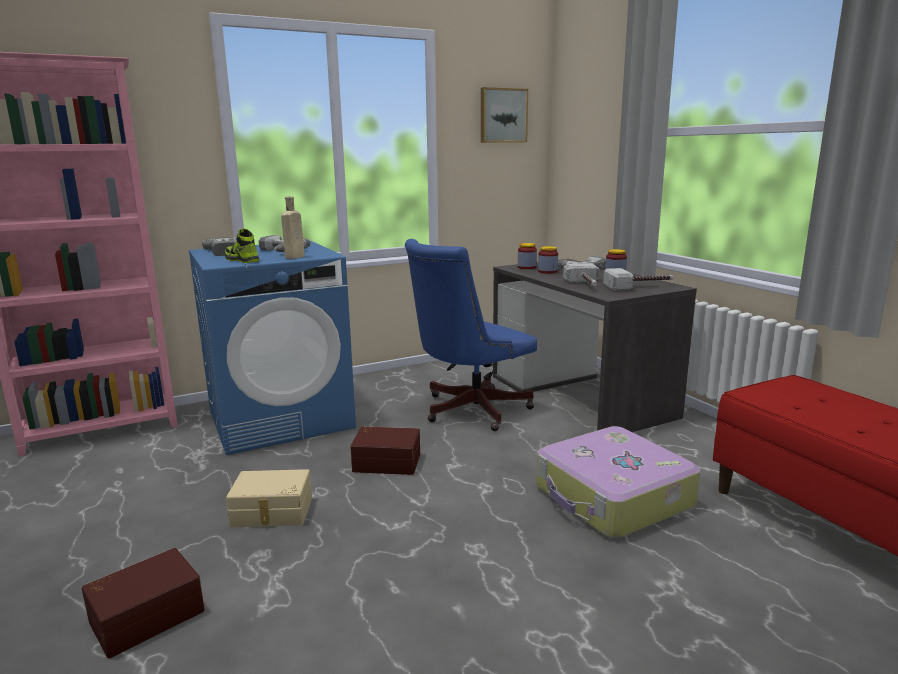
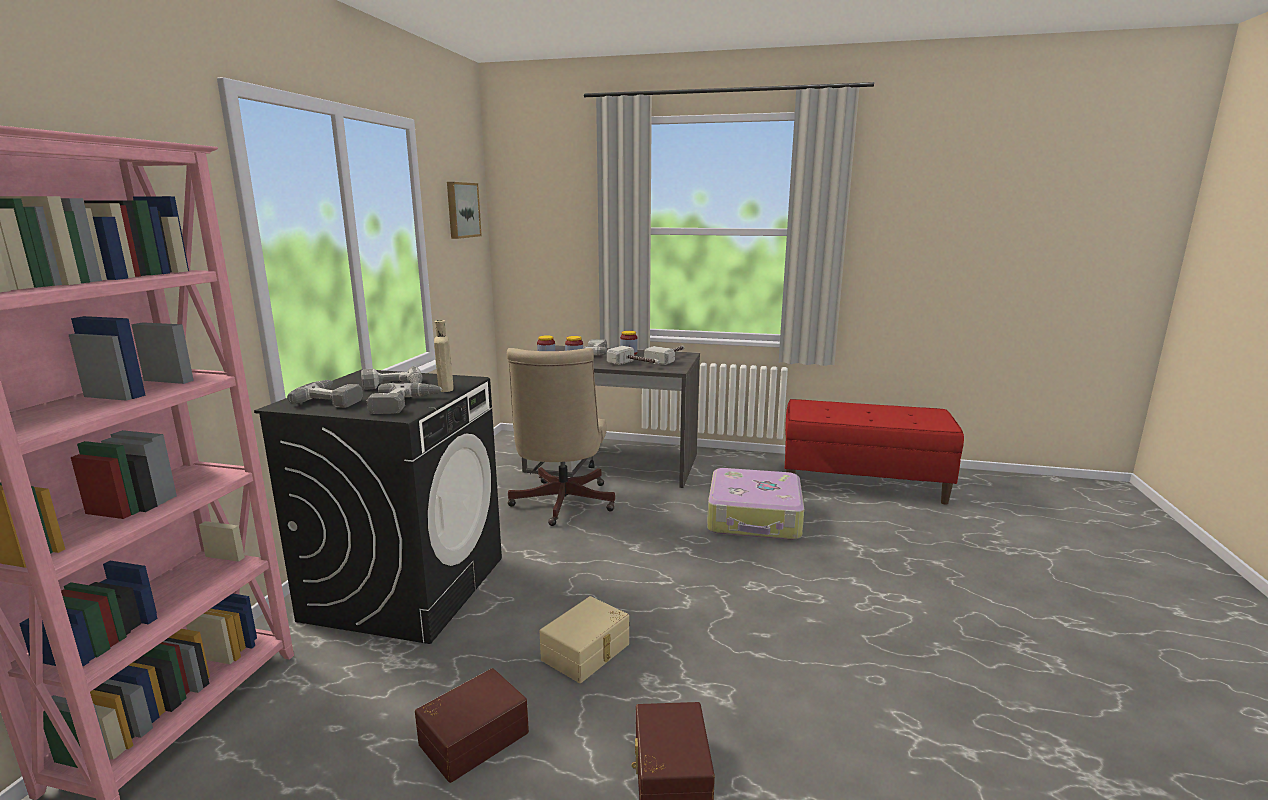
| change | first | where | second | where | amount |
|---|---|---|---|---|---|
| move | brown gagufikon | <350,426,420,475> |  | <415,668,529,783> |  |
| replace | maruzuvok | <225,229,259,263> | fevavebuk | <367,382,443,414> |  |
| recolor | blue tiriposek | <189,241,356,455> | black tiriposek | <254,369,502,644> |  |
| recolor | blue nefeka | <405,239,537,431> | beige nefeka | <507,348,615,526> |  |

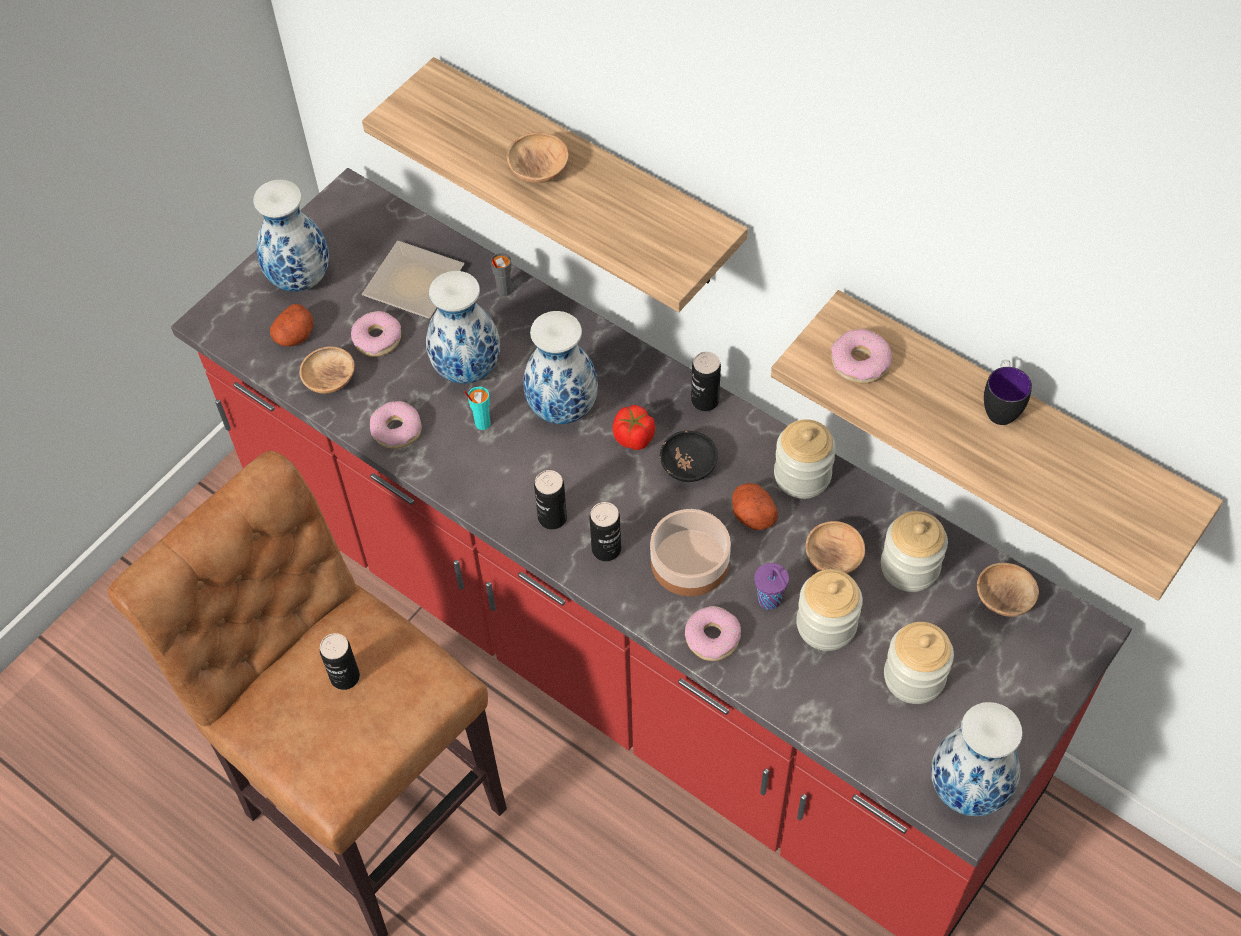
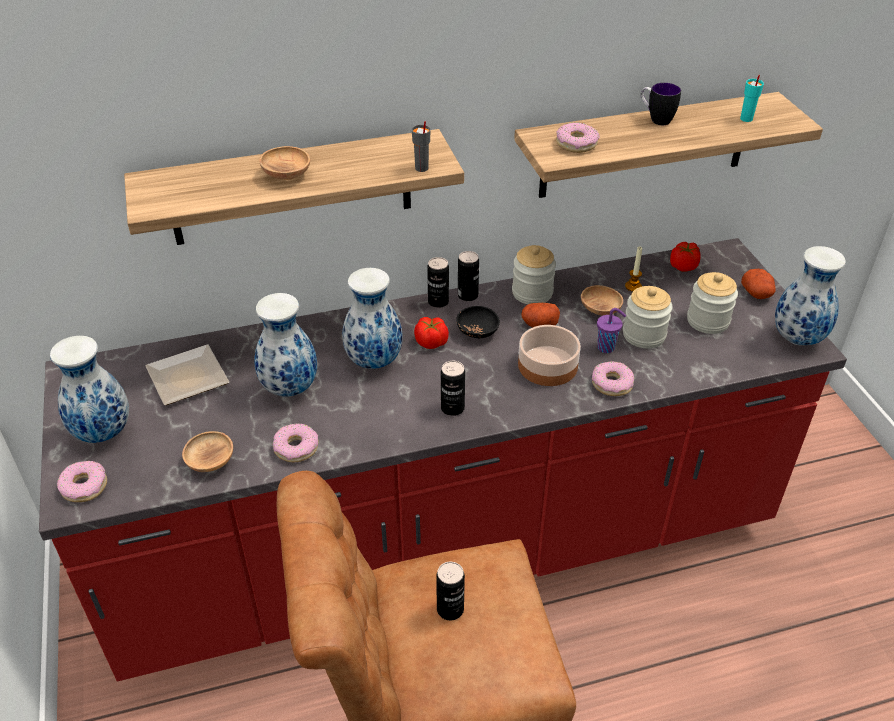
| change | first | where | second | where | amount |
|---|---|---|---|---|---|
| move | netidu | <270,304,313,347> |  | <741,269,776,299> |  |
| move | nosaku | <351,311,401,357> |  | <57,461,107,502> |  |
| move | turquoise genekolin | <464,387,491,430> |  | <740,75,764,122> |  |
| move | grey genekolin | <490,253,512,297> |  | <412,121,431,172> |  |
| move | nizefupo | <590,502,621,561> |  | <458,251,479,301> |  |
| replace | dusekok | <881,511,948,592> | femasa | <625,246,642,292> |  |
| replace | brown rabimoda | <977,563,1039,617> | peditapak | <670,242,701,272> |  |

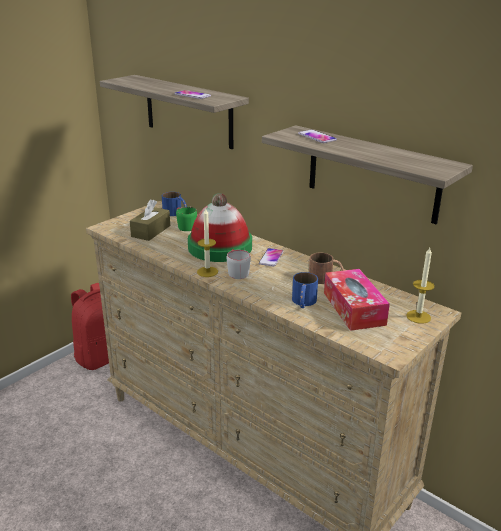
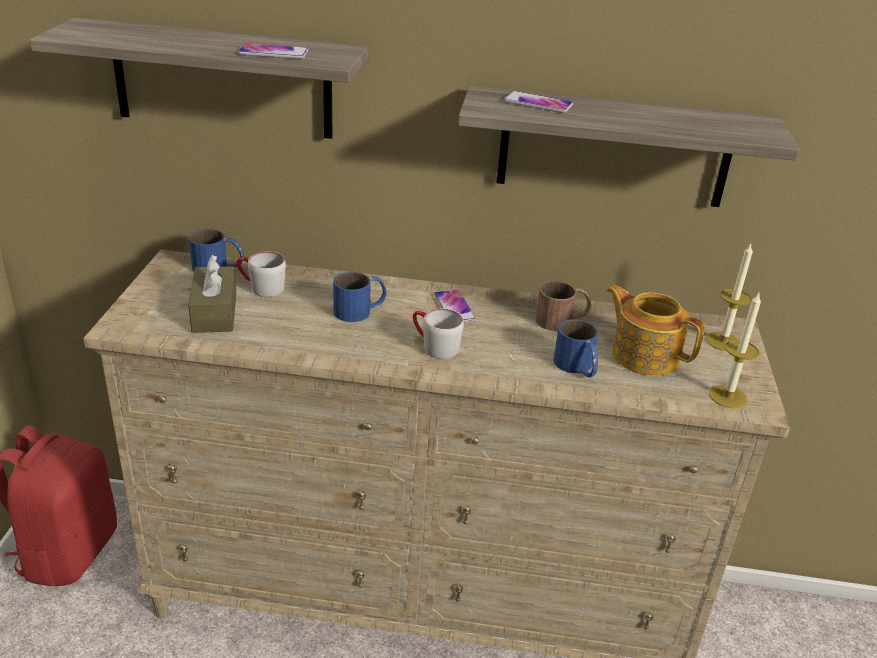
| change | first | where | second | where | amount |
|---|---|---|---|---|---|
| move | femasa | <197,209,218,277> |  | <709,293,761,409> |  |
| replace | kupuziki | <188,193,252,262> | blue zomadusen | <333,272,387,322> |  |
| replace | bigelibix | <324,269,390,331> | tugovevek | <606,285,705,376> |  |
| recolor | green zomadusen | <176,207,197,231> | grey zomadusen | <236,252,286,297> |  |

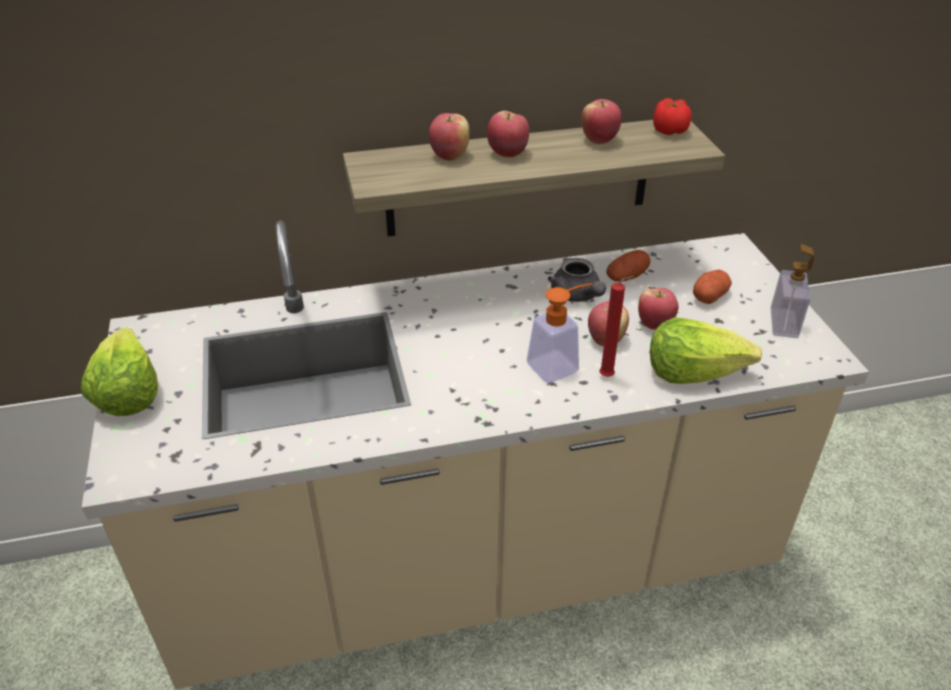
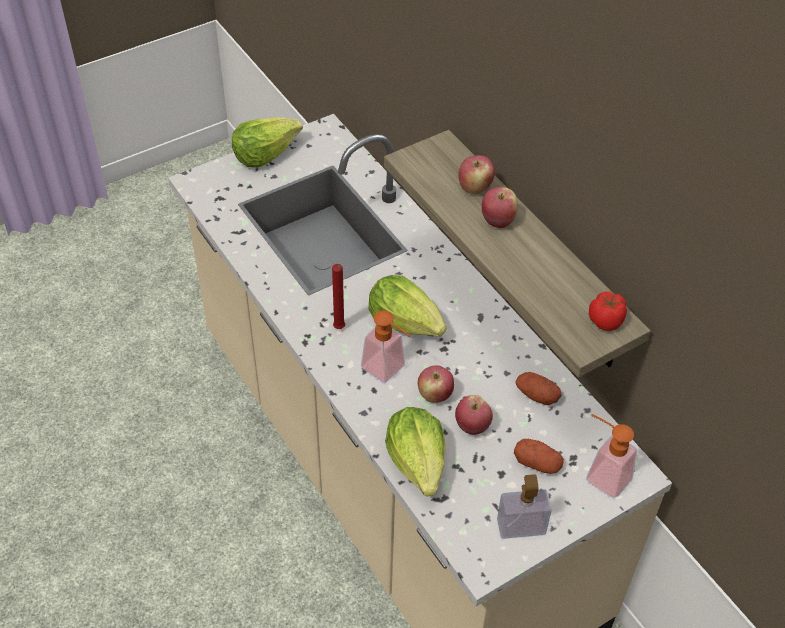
| change | first | where | second | where | amount |
|---|---|---|---|---|---|
| delete | grey tugovevek | <548,258,606,302> |  |  |  |
| delete | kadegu | <582,99,621,144> |  |  |  |
| insert |  |  | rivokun | <368,275,447,337> |  |
| insert |  |  | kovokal | <586,414,637,498> |  |
| move | red femasa | <599,276,634,377> |  | <332,264,345,329> |  |

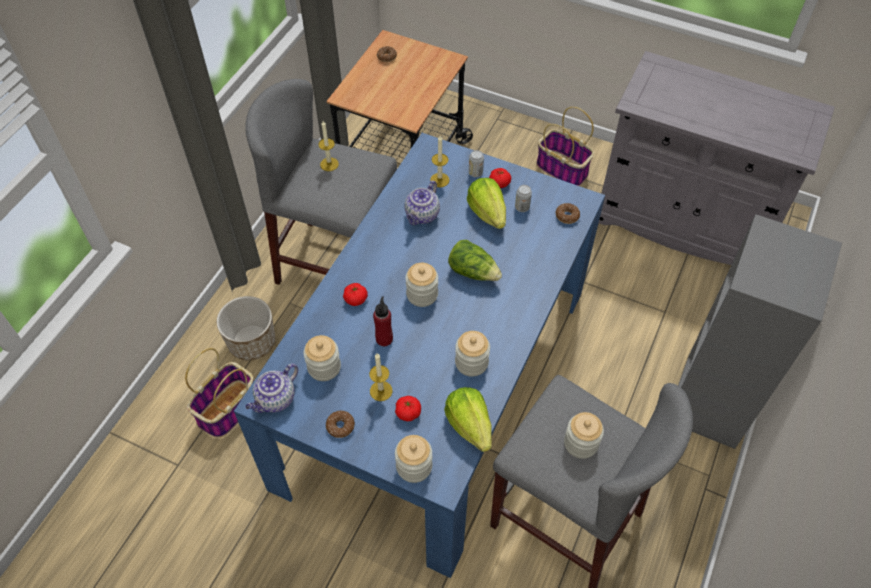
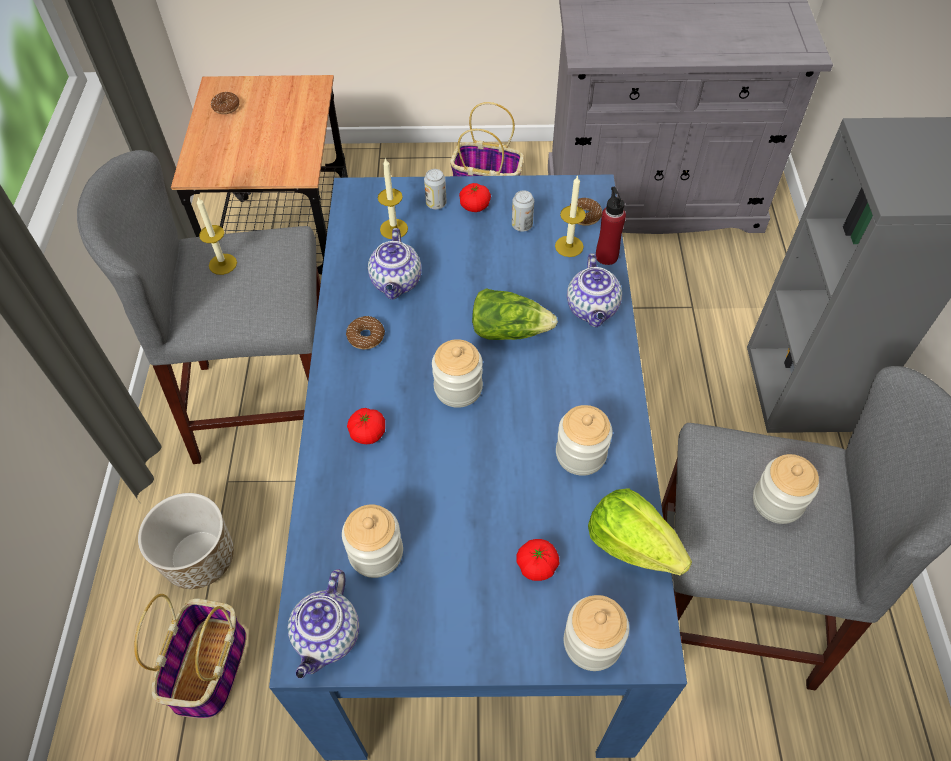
| change | first | where | second | where | amount |
|---|---|---|---|---|---|
| delete | rivokun | <467,178,506,229> |  |  |  |
| insert |  |  | tugovevek | <567,253,622,327> |  |
| move | nosaku | <326,411,355,438> |  | <346,316,385,349> |  |
| move | femasa | <369,353,393,401> |  | <555,175,586,257> |  |
| move | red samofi | <373,297,393,346> |  | <596,187,626,265> |  |

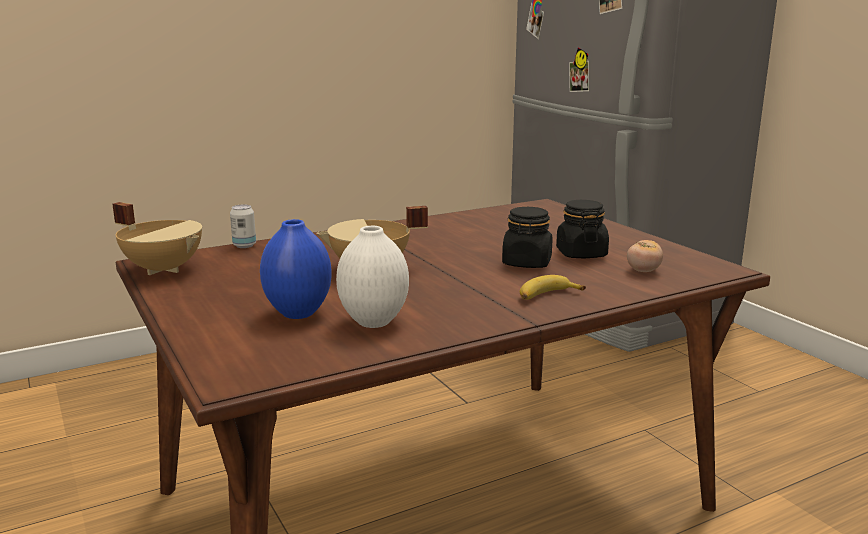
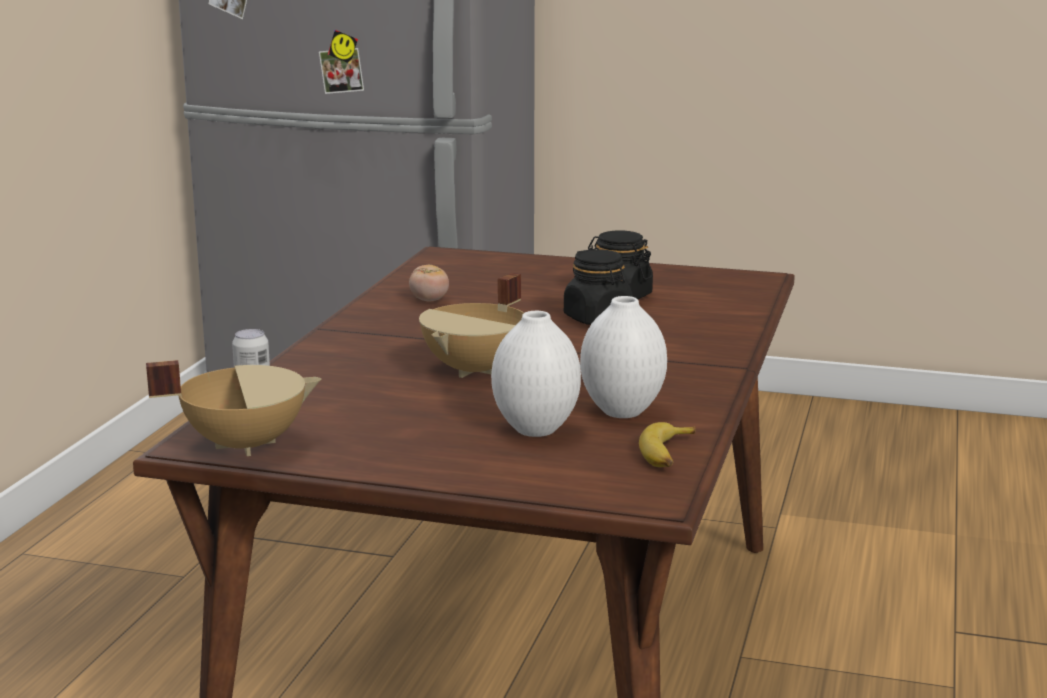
| change | first | where | second | where | amount |
|---|---|---|---|---|---|
| move | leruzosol | <520,275,586,300> |  | <639,422,696,467> |  |
| move | peditapak | <627,240,663,272> |  | <409,265,449,302> |  |
| recolor | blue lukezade | <260,219,332,319> | white lukezade | <491,311,581,437> |  |

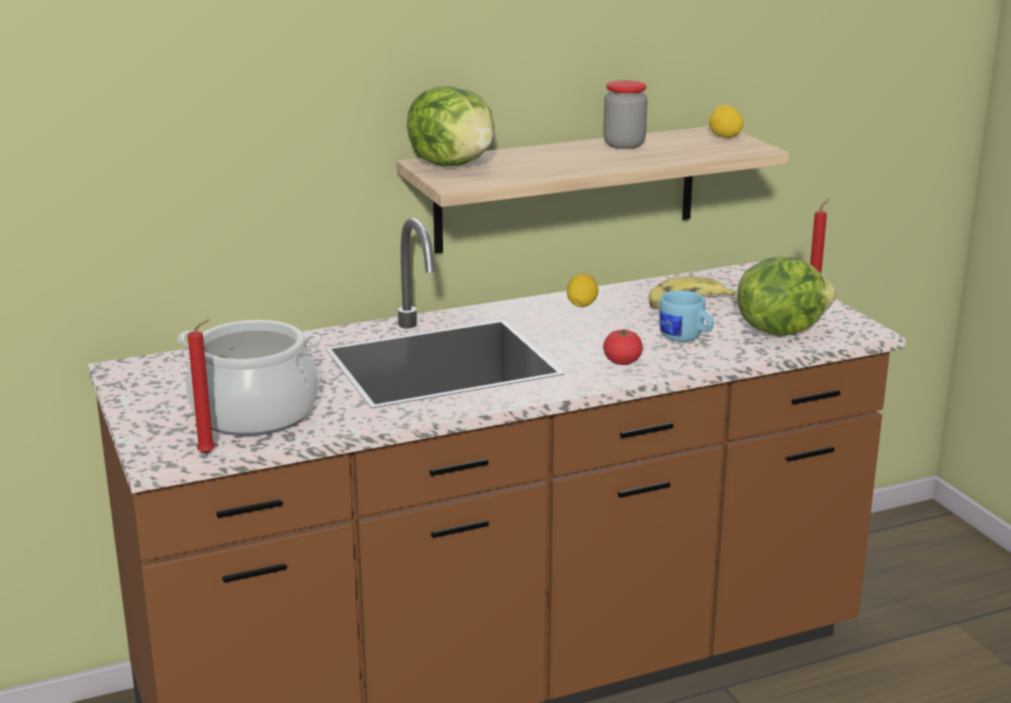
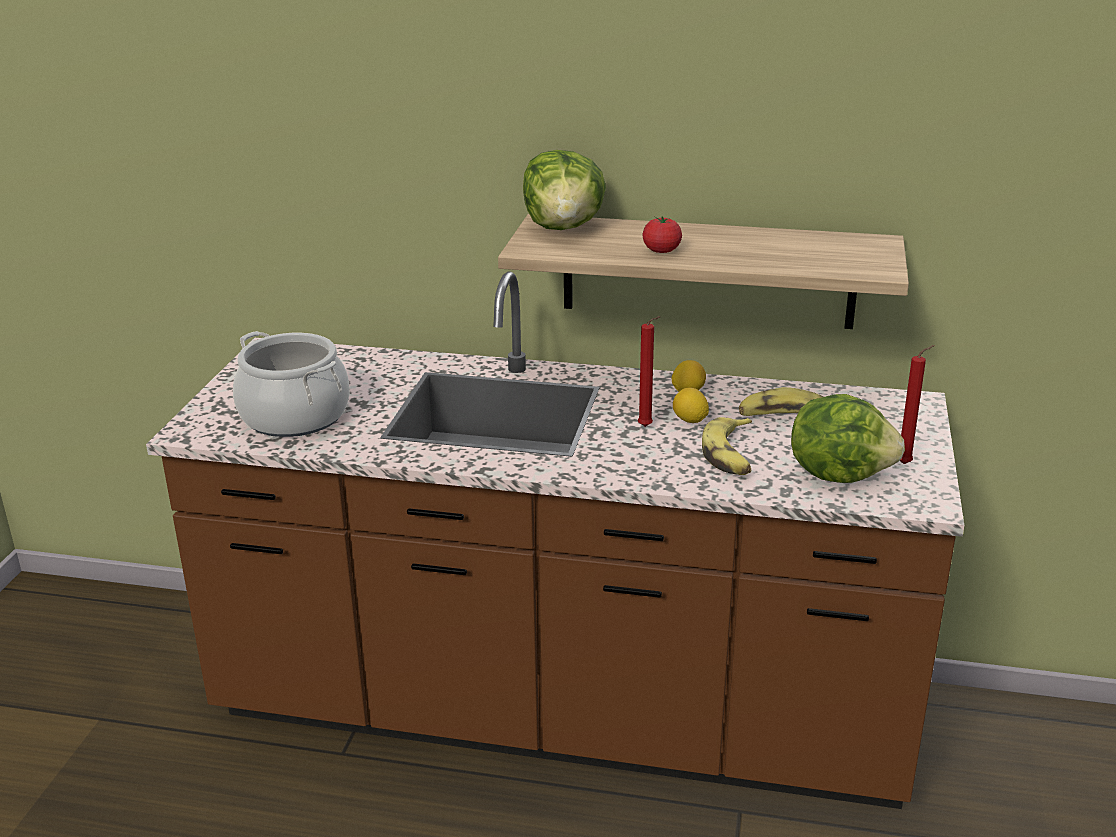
| change | first | where | second | where | amount |
|---|---|---|---|---|---|
| delete | dusekok | <603,80,648,149> |  |  |  |
| move | red femasa | <188,319,215,454> |  | <638,316,660,427> |  |
| move | peditapak | <603,329,643,365> |  | <642,216,682,253> |  |
| move | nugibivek | <709,105,744,138> |  | <673,388,709,423> |  |
| replace | blue zomadusen | <660,290,714,342> | leruzosol | <702,417,752,475> |  |

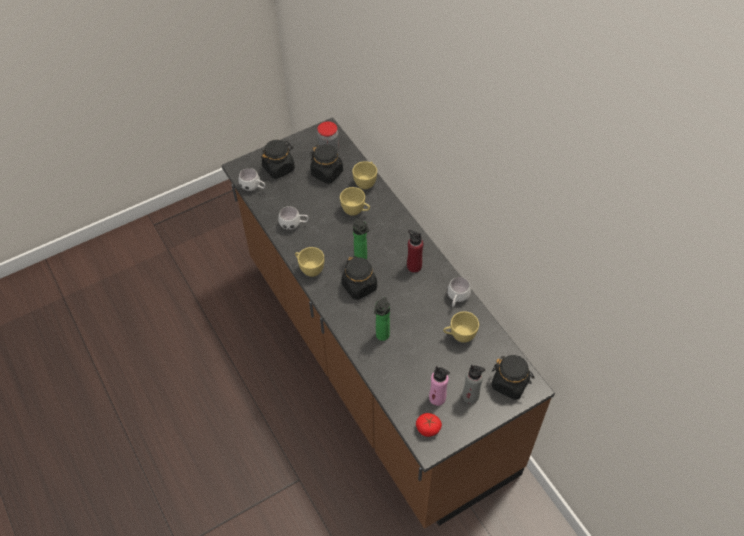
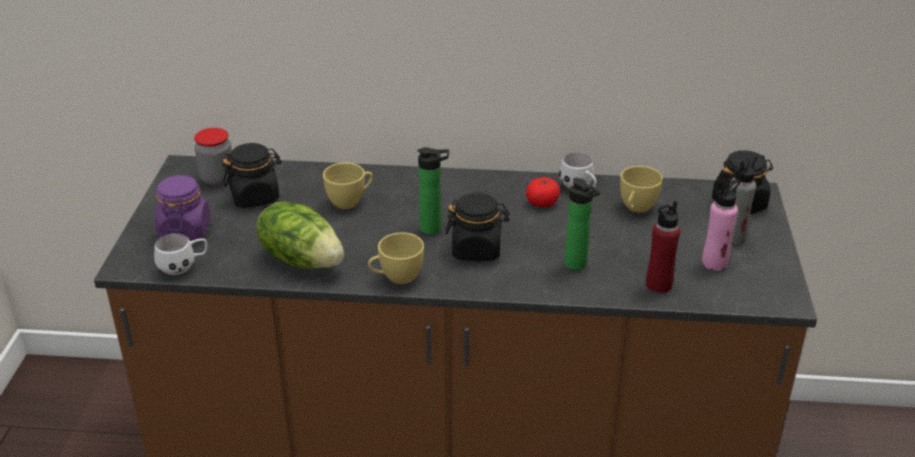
| change | first | where | second | where | amount |
|---|---|---|---|---|---|
| delete | yellow genekolin | <352,161,377,189> |  |  |  |
| move | red samofi | <407,230,423,273> |  | <646,201,680,293> |  |
| move | peditapak | <416,413,442,437> |  | <526,177,560,207> |  |
| replace | white zomadusen | <278,206,309,230> | rivokun | <256,201,344,268> |  |
| recolor | black dusekok | <261,140,295,179> | purple dusekok | <155,175,211,241> |  |

